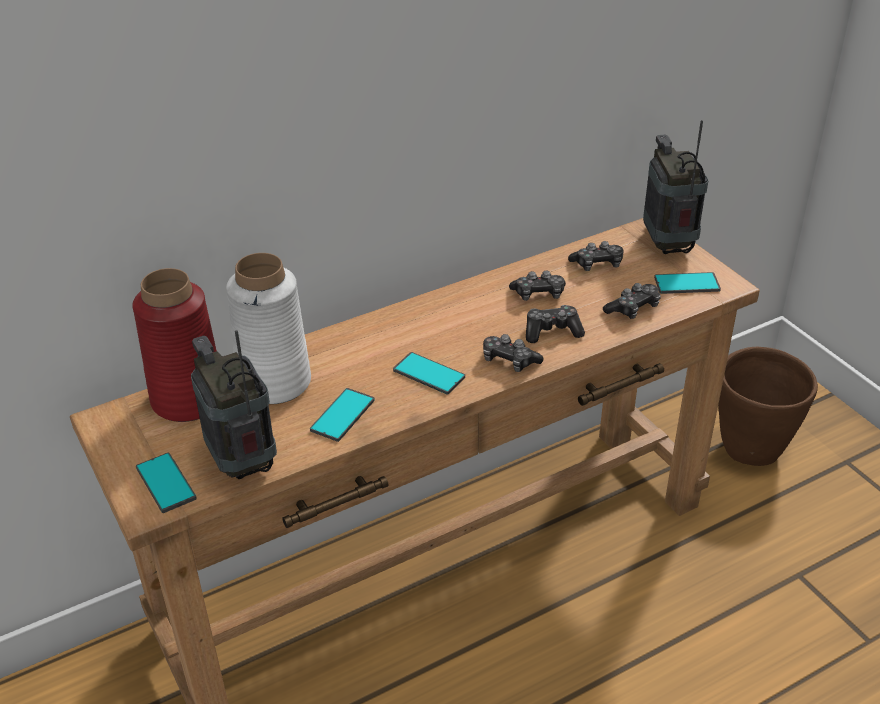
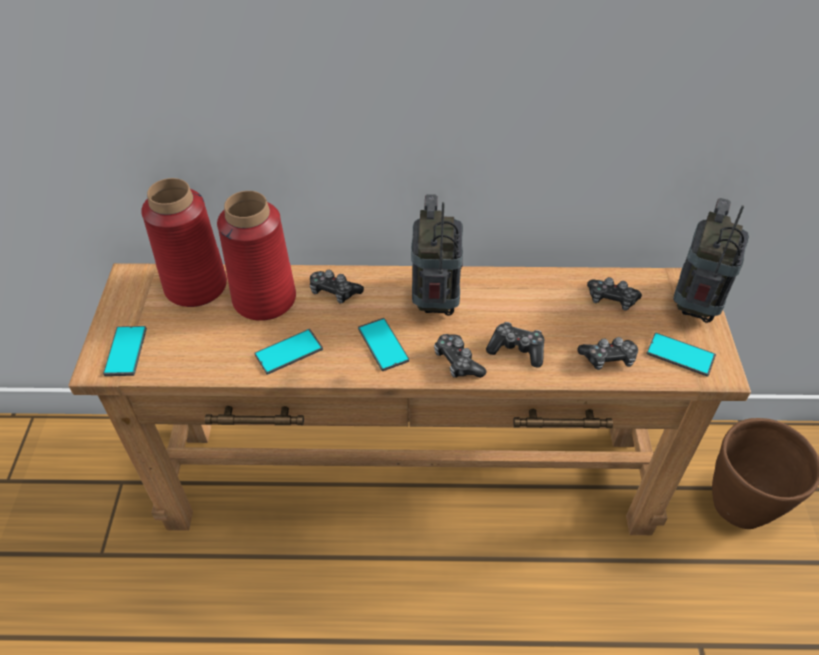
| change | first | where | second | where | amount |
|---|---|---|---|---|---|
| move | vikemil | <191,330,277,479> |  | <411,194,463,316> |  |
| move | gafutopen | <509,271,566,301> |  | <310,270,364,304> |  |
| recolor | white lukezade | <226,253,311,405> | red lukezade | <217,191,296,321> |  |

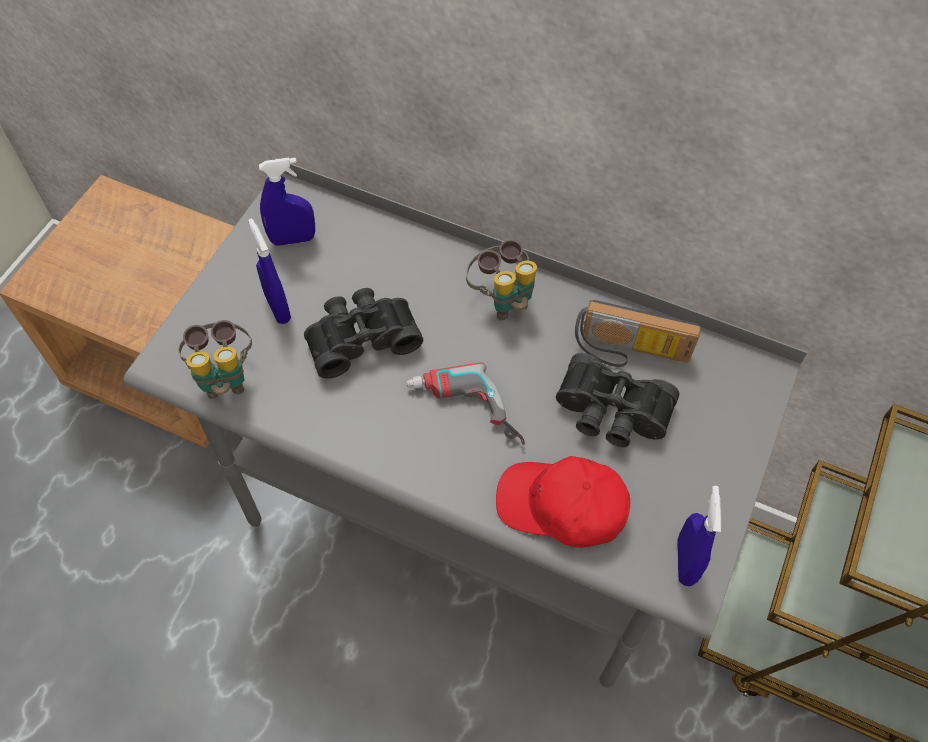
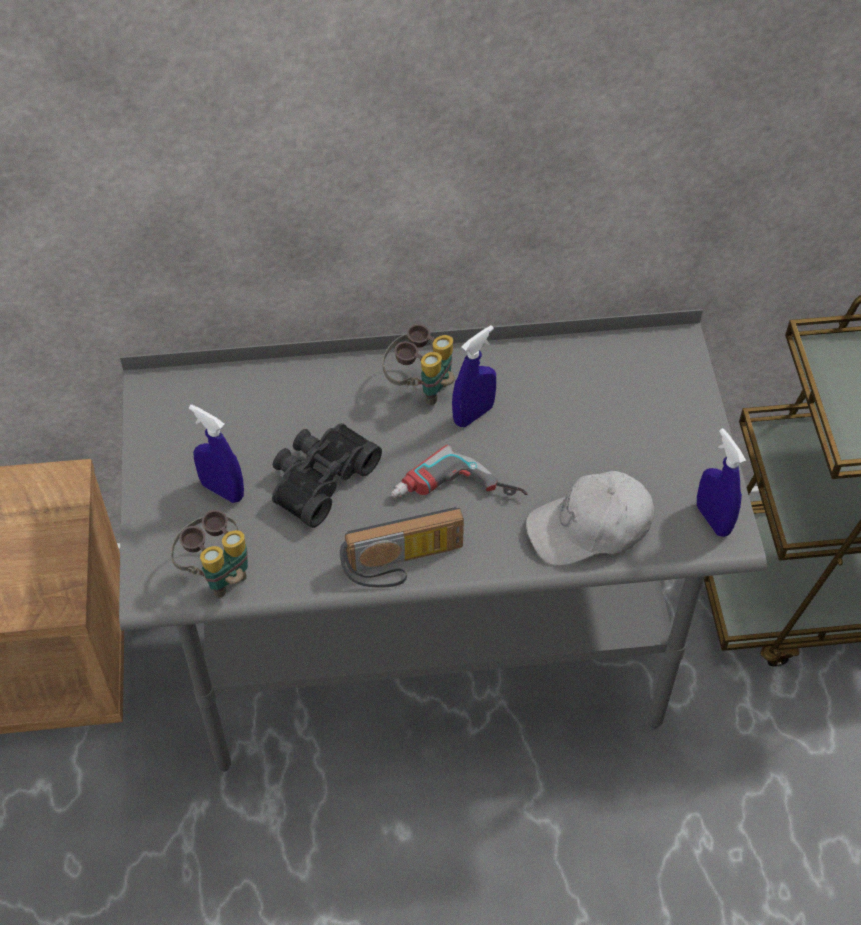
| change | first | where | second | where | amount |
|---|---|---|---|---|---|
| delete | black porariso | <556,353,679,447> |  |  |  |
| move | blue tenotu | <259,157,315,246> |  | <452,325,496,427> |  |
| move | vikemil | <575,300,701,367> |  | <340,507,464,588> |  |
| recolor | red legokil | <496,456,630,547> | white legokil | <526,471,654,566> |  |

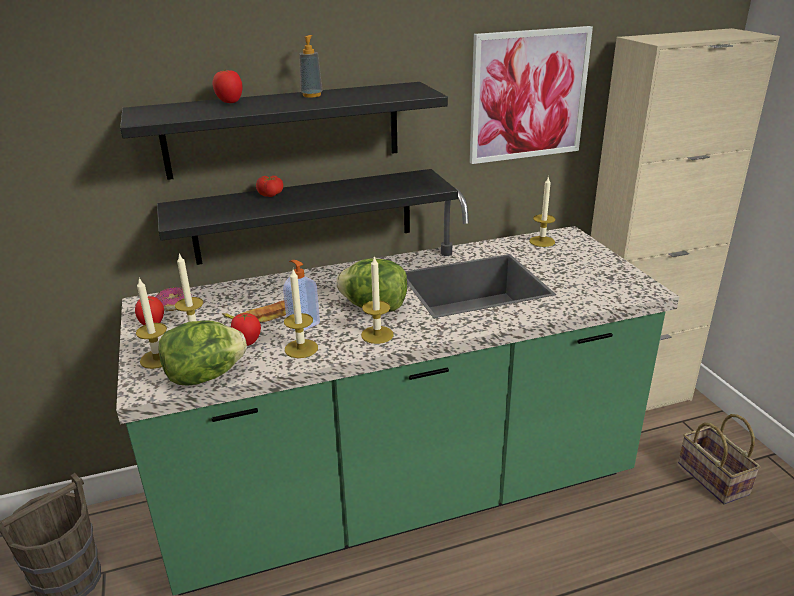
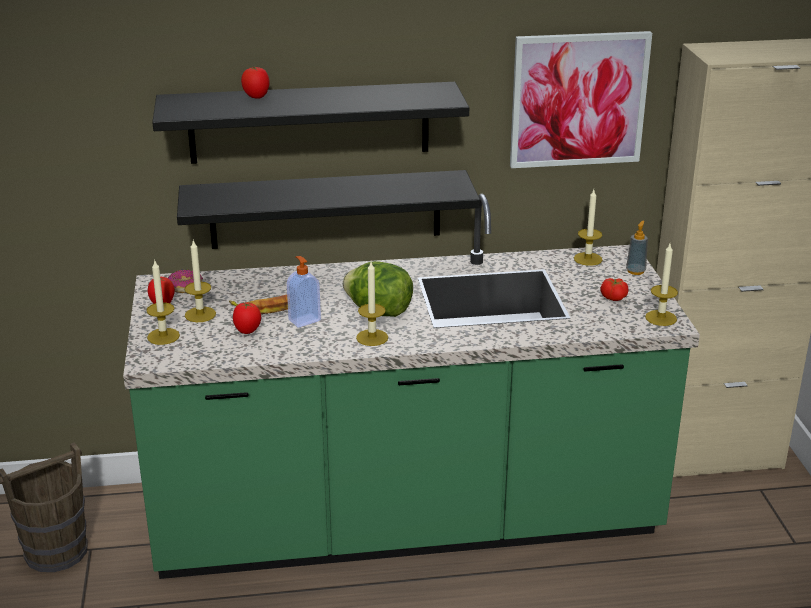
| change | first | where | second | where | amount |
|---|---|---|---|---|---|
| delete | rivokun | <158,320,247,386> |  |  |  |
| delete | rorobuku | <678,414,761,504> |  |  |  |
| move | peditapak | <256,176,283,197> |  | <600,278,629,301> |  |
| move | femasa | <284,269,318,358> |  | <645,244,678,326> |  |
| move | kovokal | <299,35,322,98> |  | <626,221,648,275> |  |

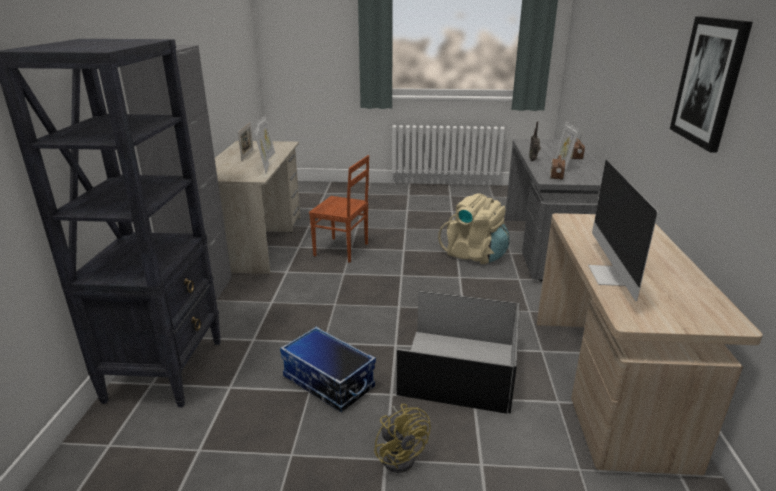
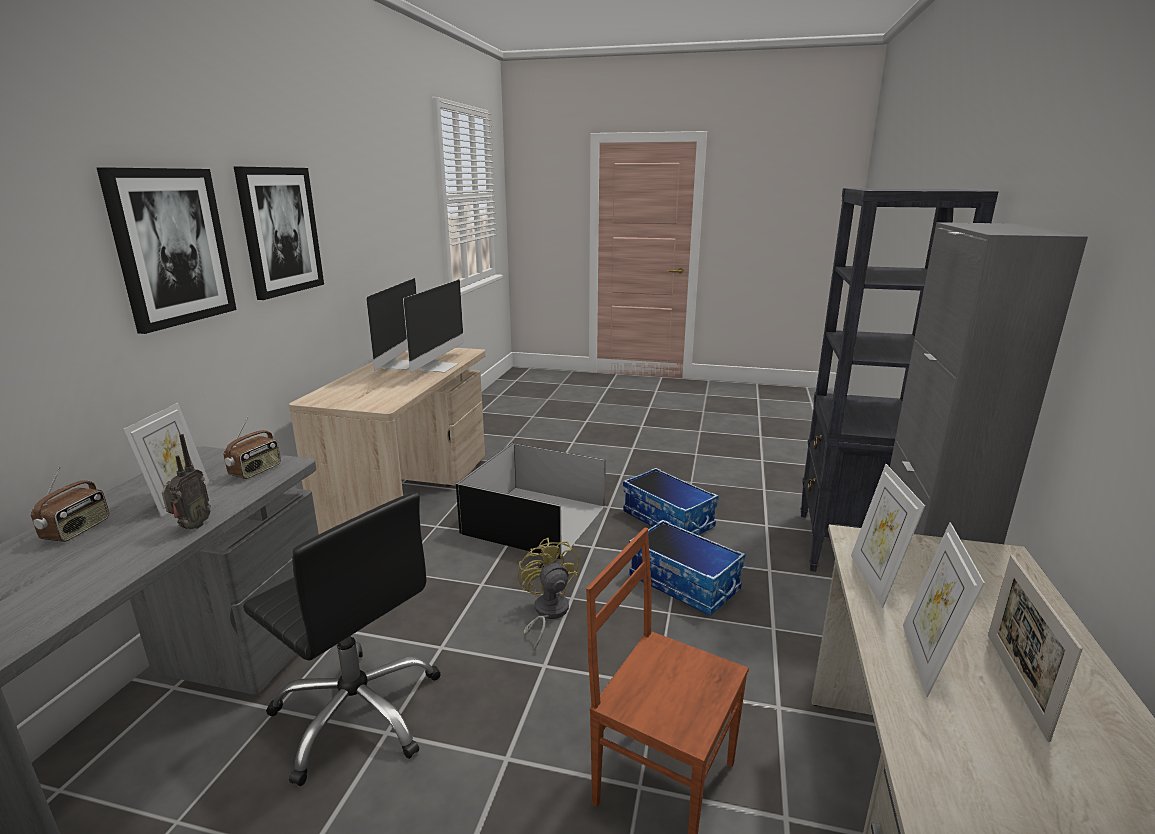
| change | first | where | second | where | amount |
|---|---|---|---|---|---|
| insert |  |  | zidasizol | <97,167,237,334> |  |
| insert |  |  | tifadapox | <366,278,417,370> |  |
| insert |  |  | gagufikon | <629,520,746,616> |  |
| move | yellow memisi | <374,404,431,473> |  | <517,538,579,651> |  |
| replace | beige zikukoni | <438,193,509,264> | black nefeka | <243,492,441,786> |  |

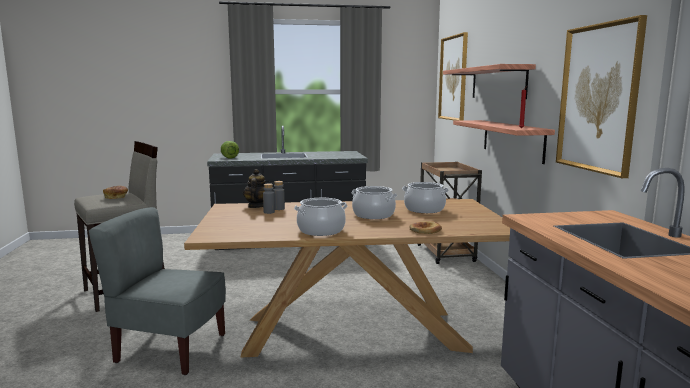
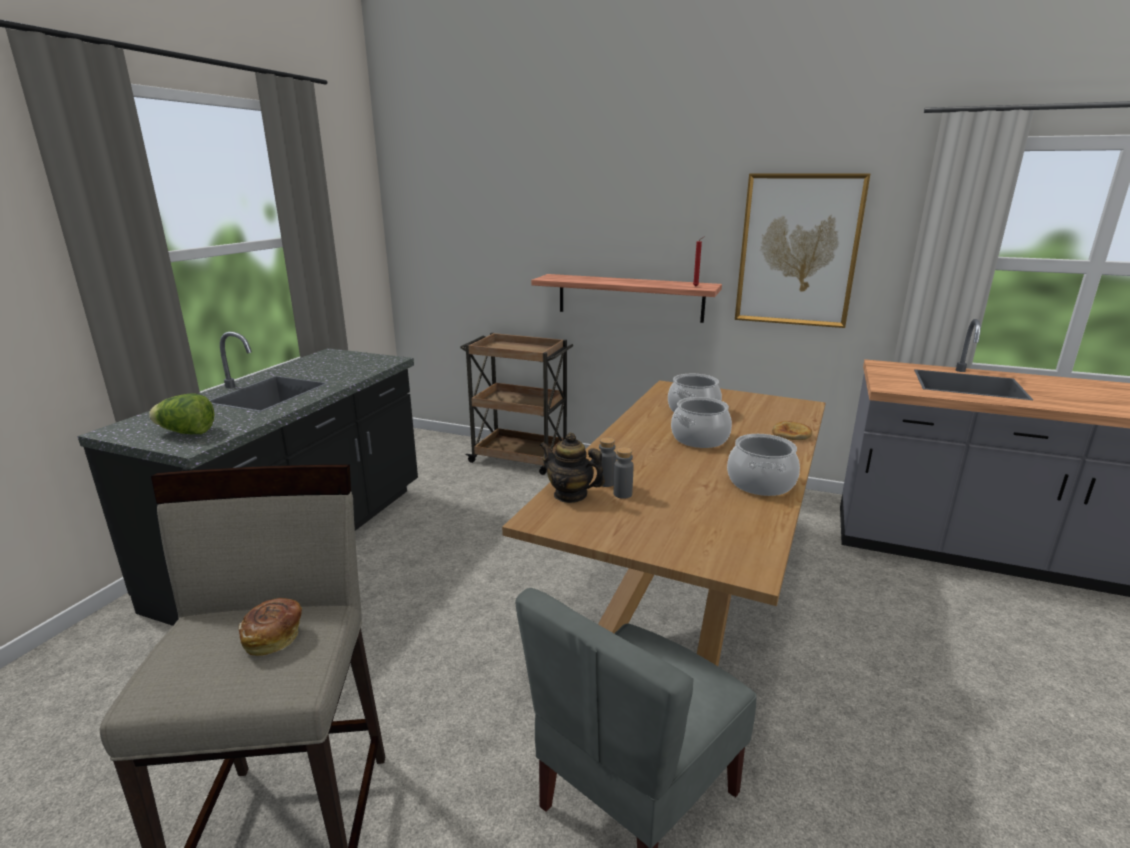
| change | first | where | second | where | amount |
|---|---|---|---|---|---|
| delete | zidasizol | <438,32,468,121> |  |  |  |
| delete | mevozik | <443,64,536,99> |  |  |  |

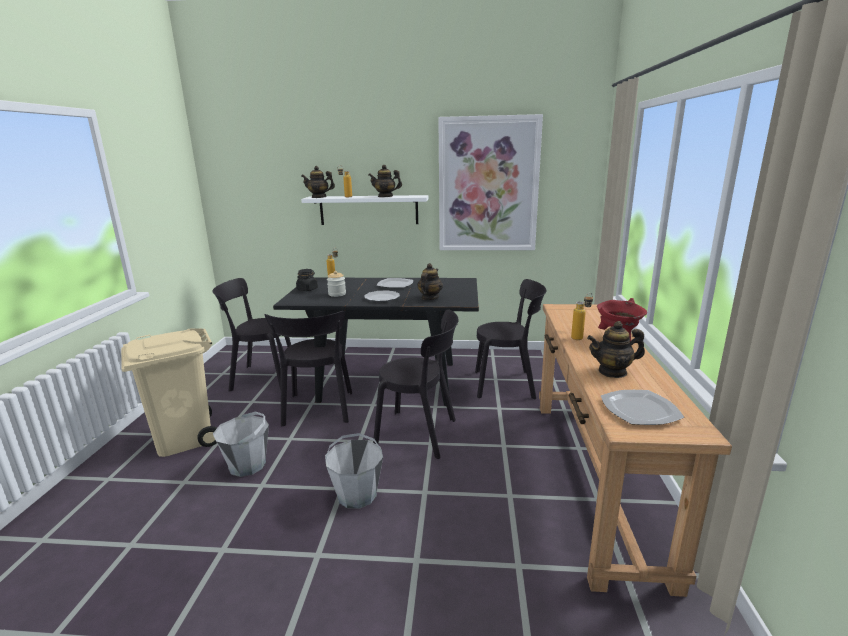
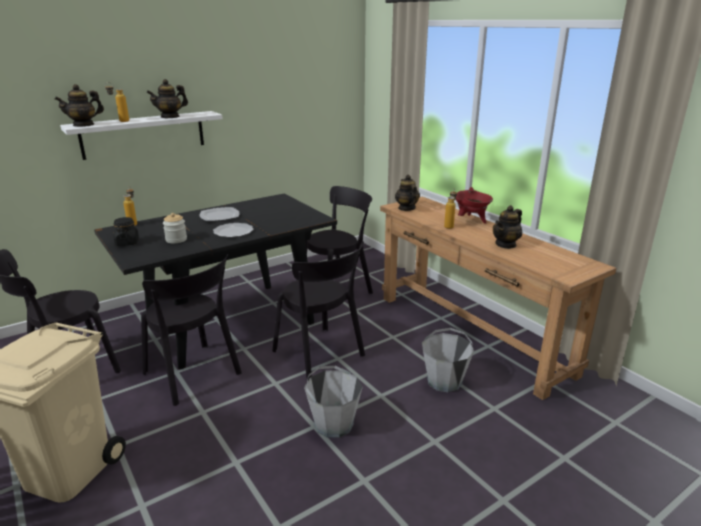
| change | first | where | second | where | amount |
|---|---|---|---|---|---|
| delete | zidasizol | <438,114,543,250> |  |  |  |
| delete | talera | <601,390,684,425> |  |  |  |
| move | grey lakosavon | <213,411,269,477> |  | <422,328,474,392> |  |
| move | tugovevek | <417,263,443,300> |  | <395,175,420,211> |  |
| rotate | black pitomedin | <373,309,459,459> |  | <272,241,365,380> | 75 degrees clockwise |

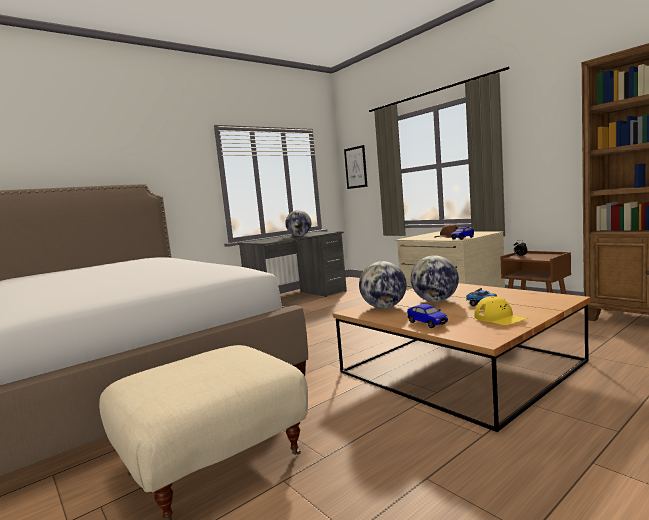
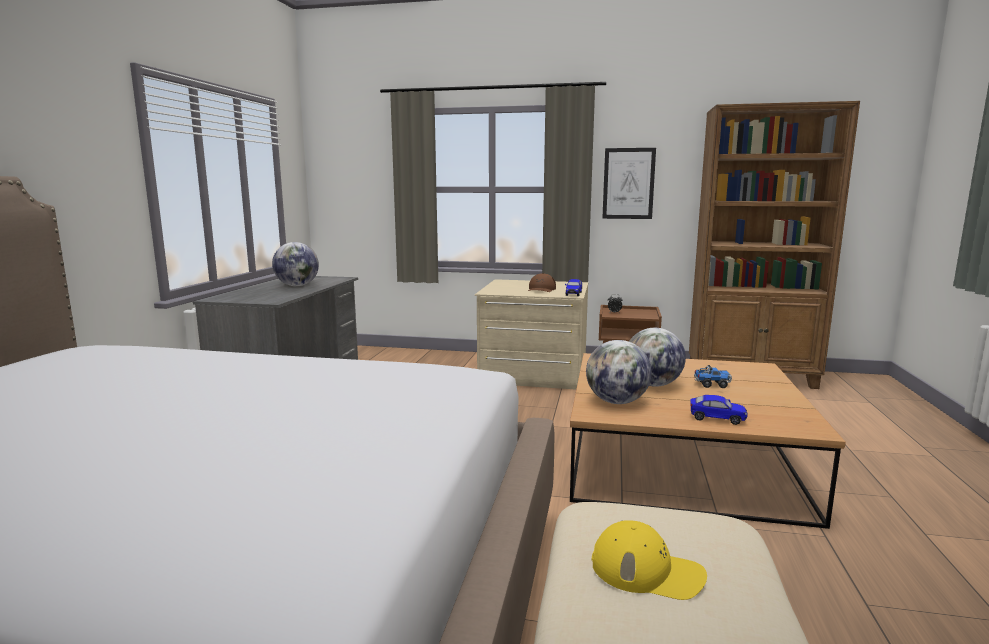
| change | first | where | second | where | amount |
|---|---|---|---|---|---|
| move | zidasizol | <344,145,368,189> |  | <602,148,656,219> |  |
| move | yellow legokil | <474,296,527,325> |  | <592,520,707,600> |  |

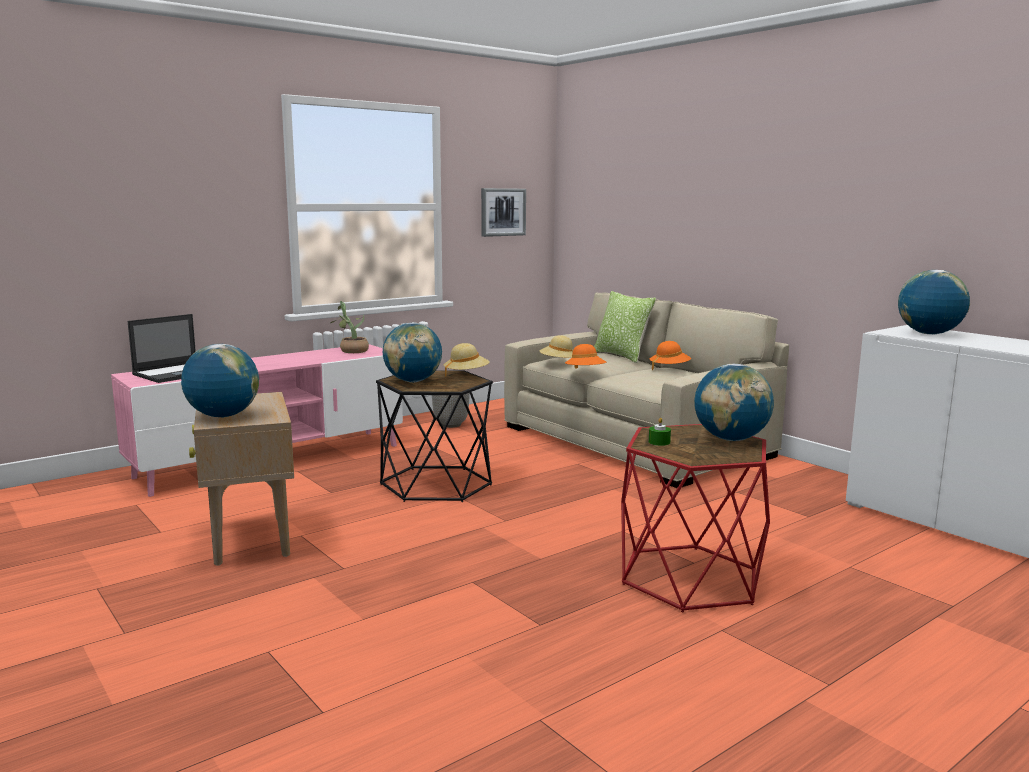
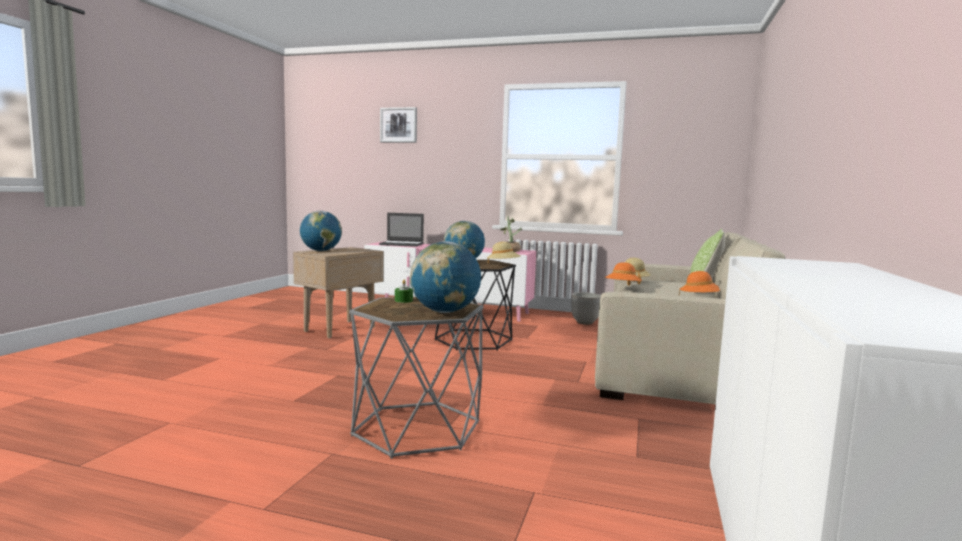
| change | first | where | second | where | amount |
|---|---|---|---|---|---|
| delete | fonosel | <898,270,970,334> |  |  |  |
| move | zidasizol | <481,188,526,237> |  | <380,107,417,143> |  |
| recolor | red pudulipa | <621,424,770,612> | grey pudulipa | <349,297,483,459> |  |

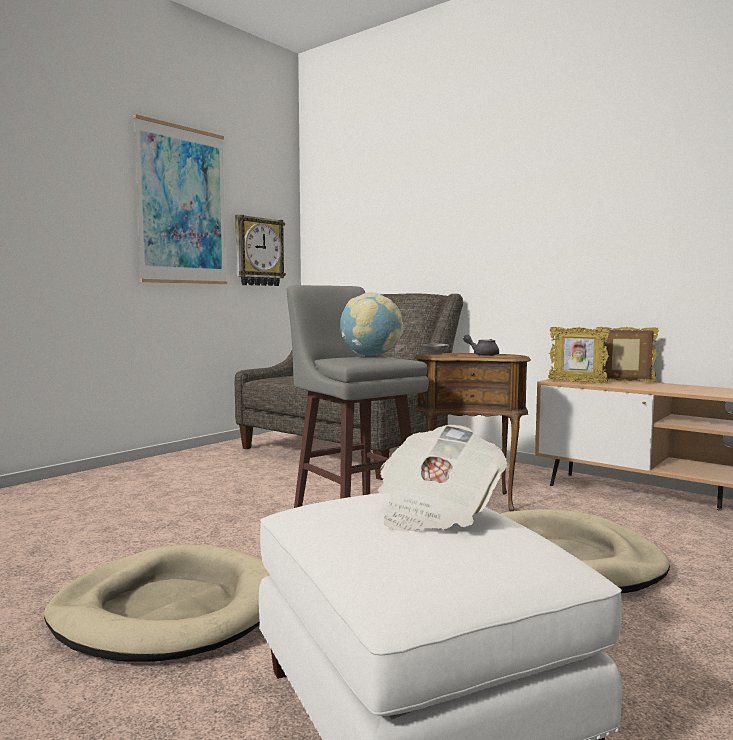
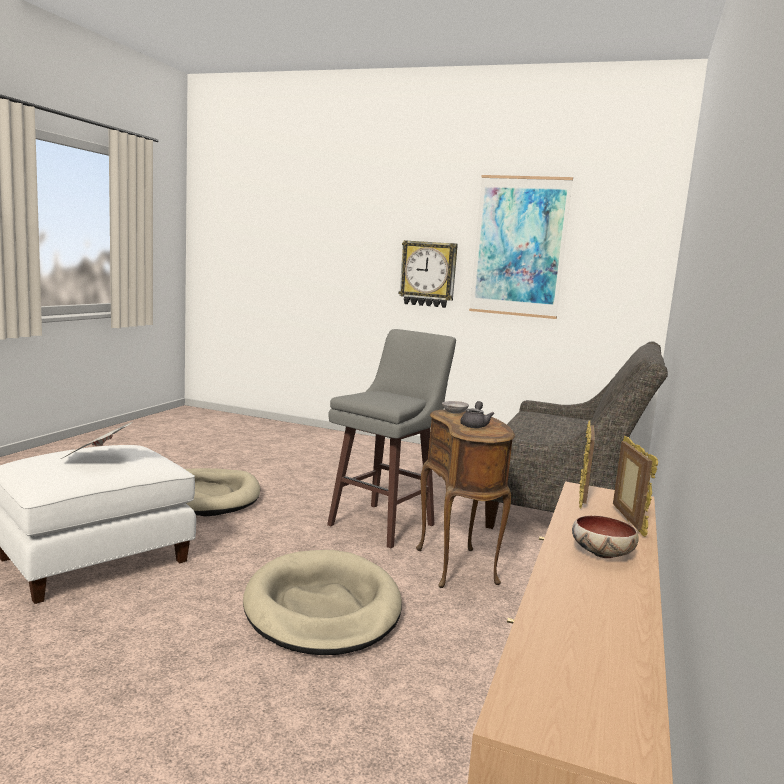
| change | first | where | second | where | amount |
|---|---|---|---|---|---|
| delete | fonosel | <340,292,404,356> |  |  |  |
| insert |  |  | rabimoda | <572,515,639,558> |  |
| move | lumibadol | <235,215,286,286> |  | <399,240,458,308> |  |

